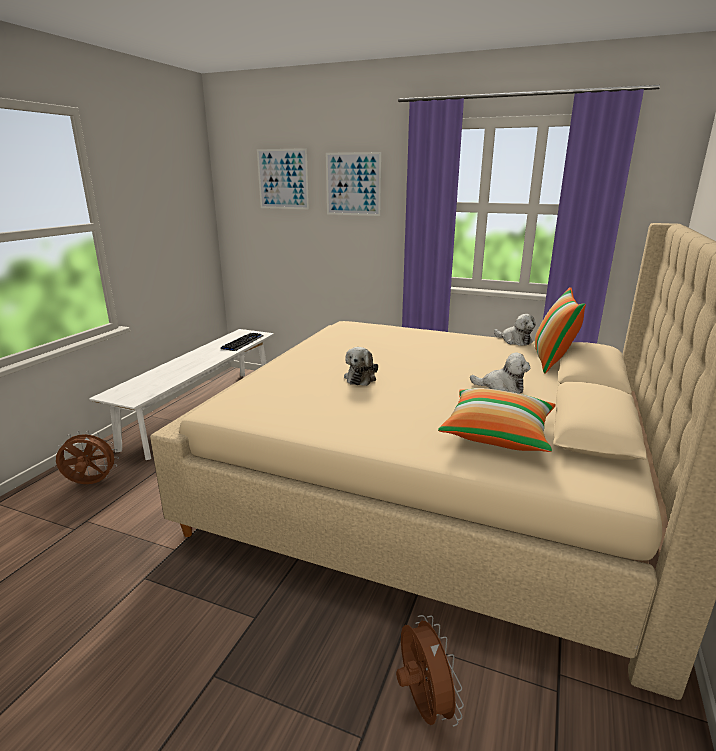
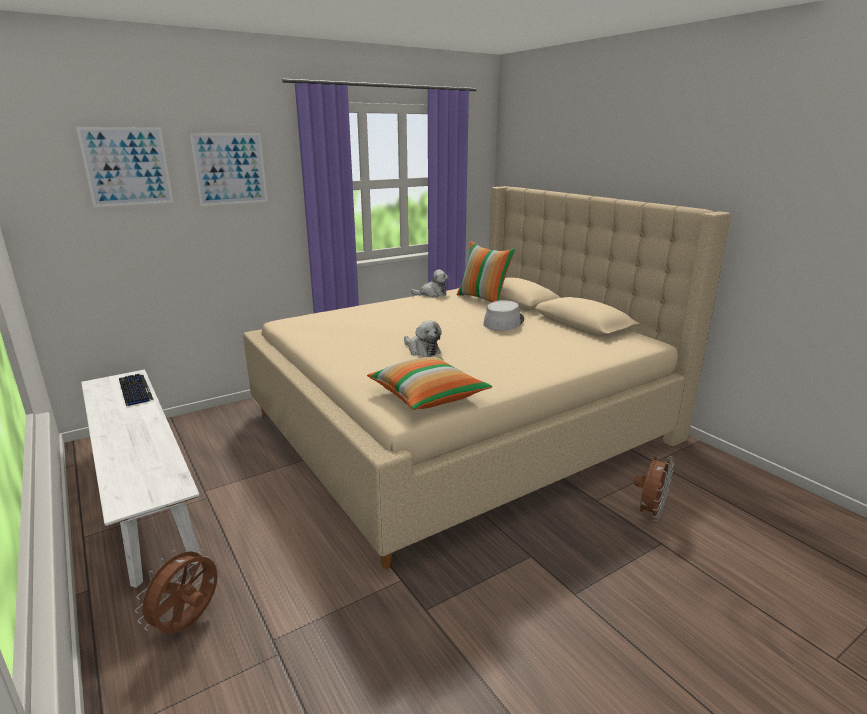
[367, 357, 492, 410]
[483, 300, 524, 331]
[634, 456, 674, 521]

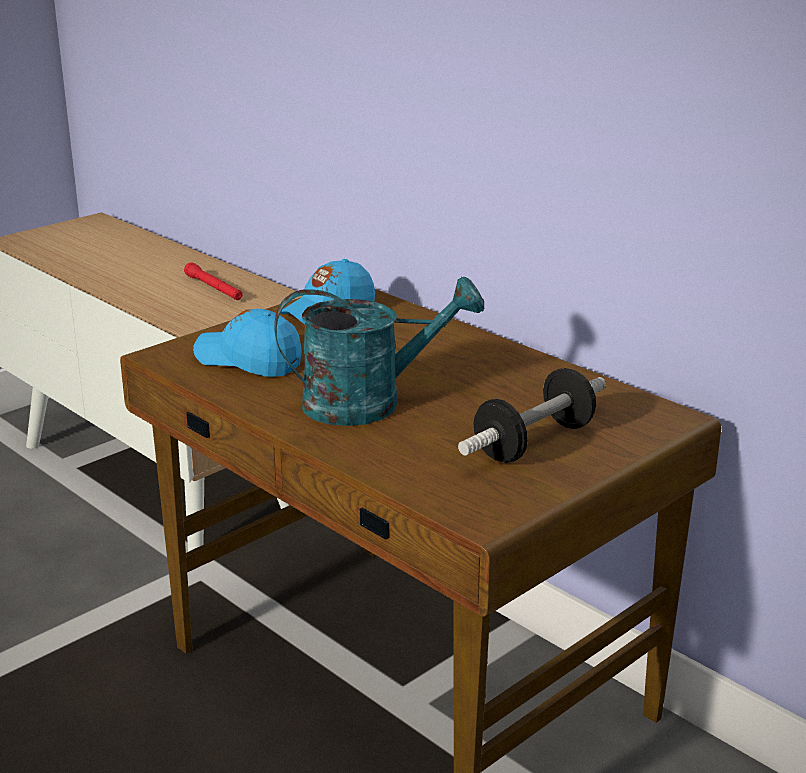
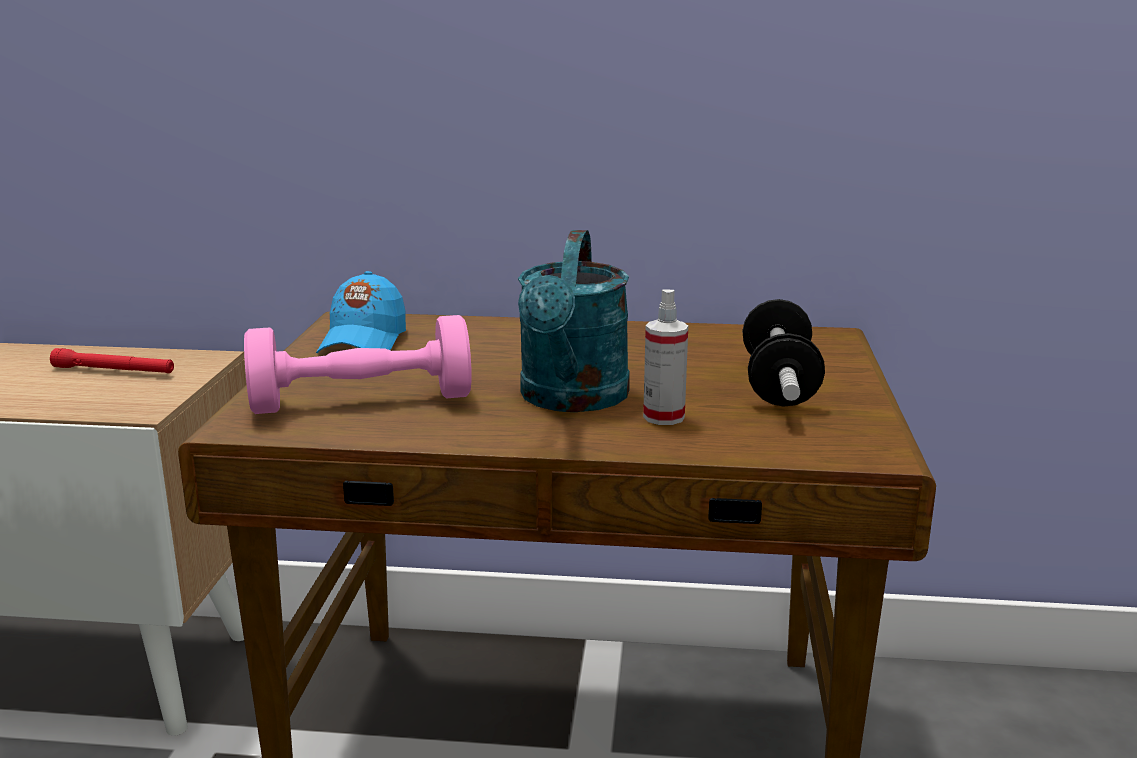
[244, 315, 471, 414]
[518, 230, 629, 412]
[643, 289, 688, 425]

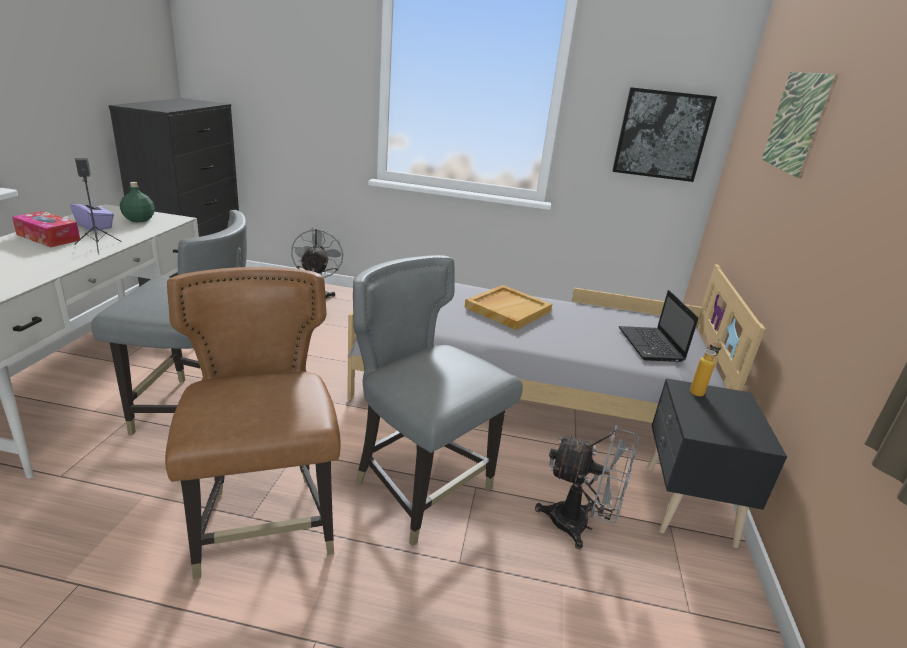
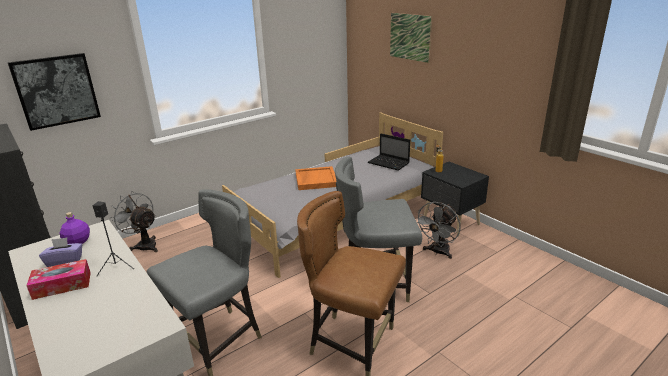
[7, 53, 101, 131]
[60, 212, 90, 244]
[295, 166, 337, 190]
[416, 202, 461, 259]

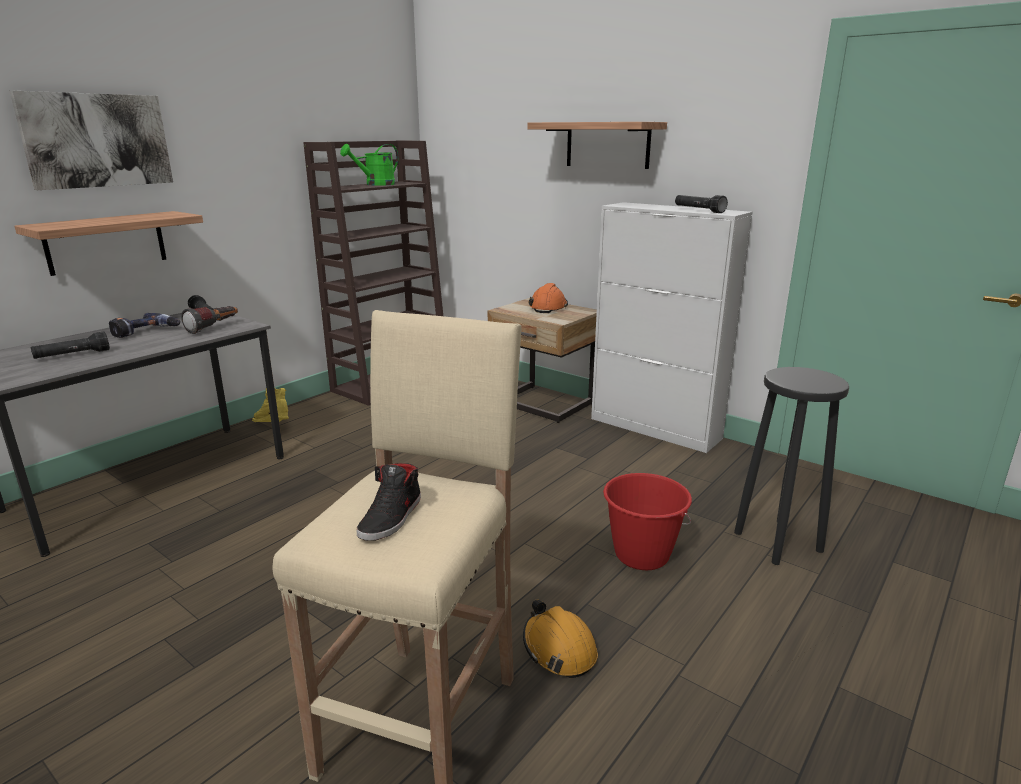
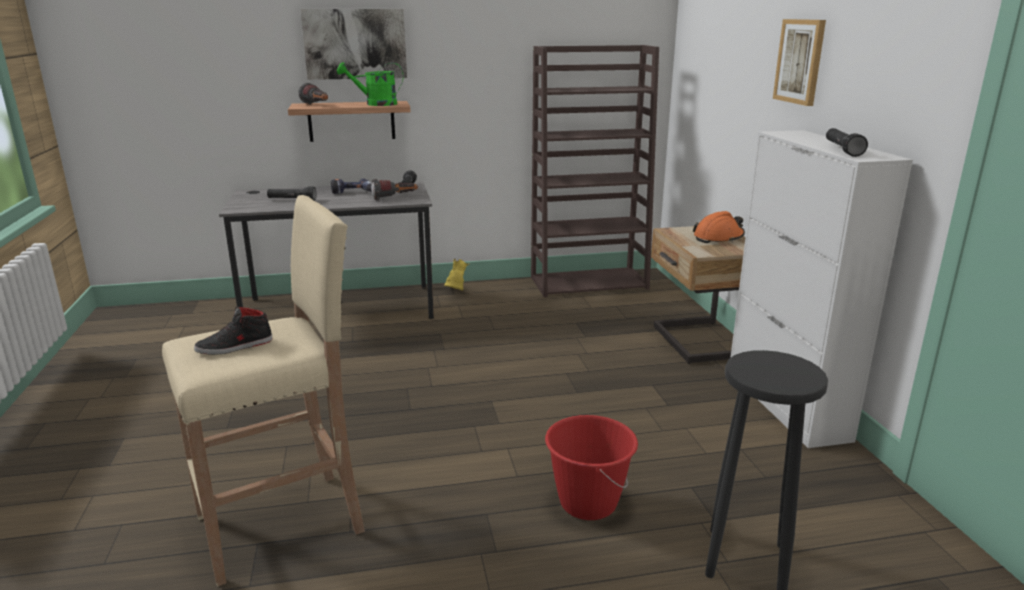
[298, 83, 328, 104]
[337, 62, 403, 106]
[773, 19, 826, 106]
[523, 600, 598, 678] (first image)

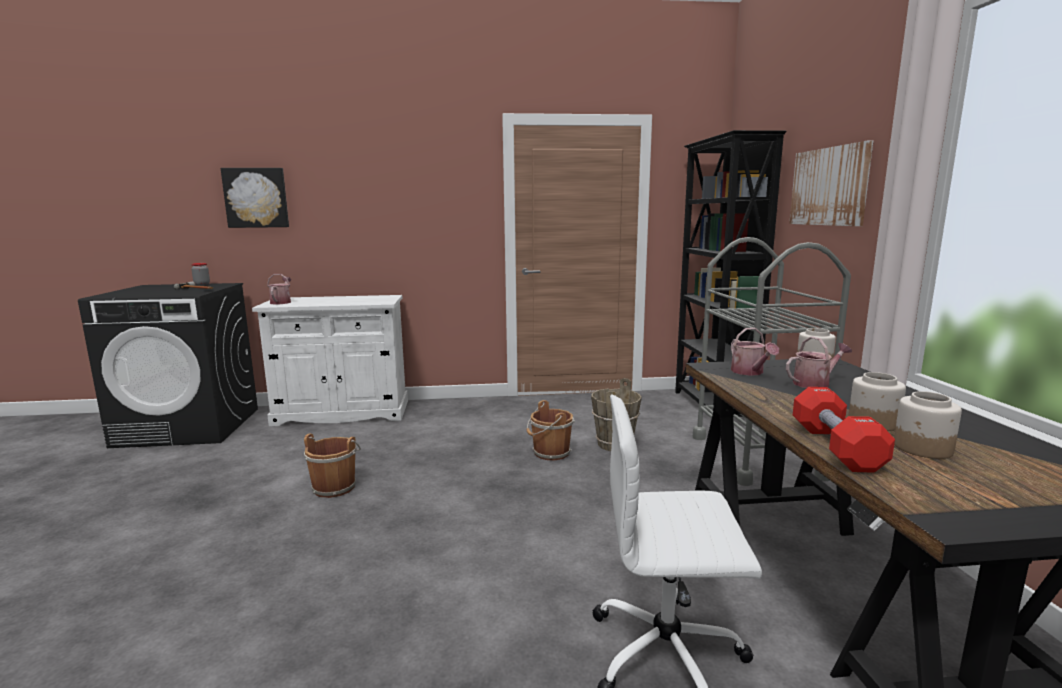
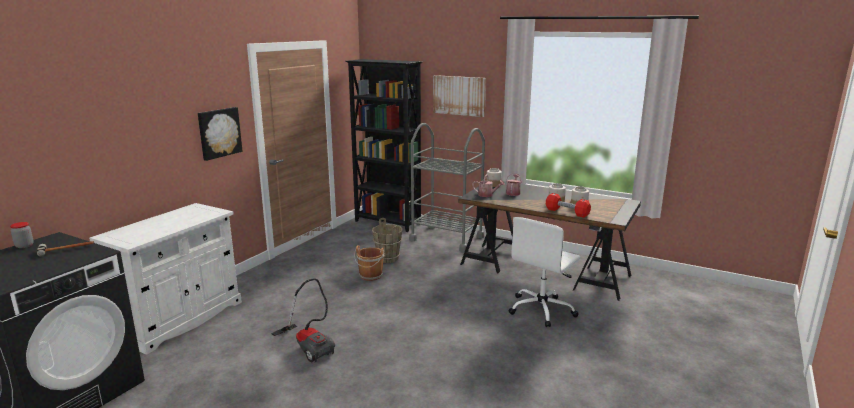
[198, 107, 243, 161]
[272, 278, 335, 362]
[267, 274, 291, 304] (first image)

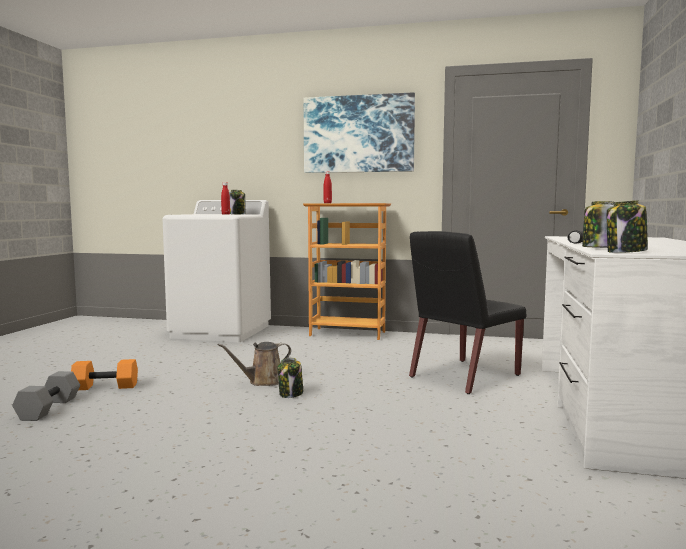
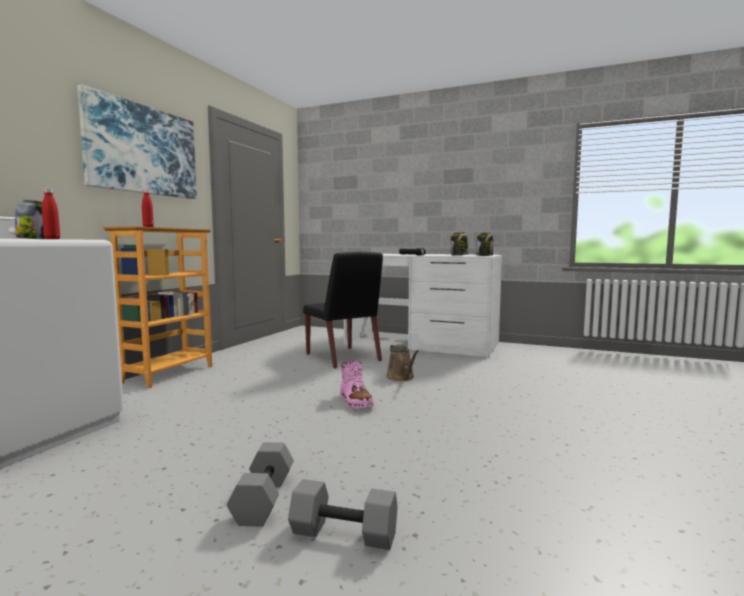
[227, 442, 294, 526]
[340, 360, 375, 409]
[386, 344, 419, 381]

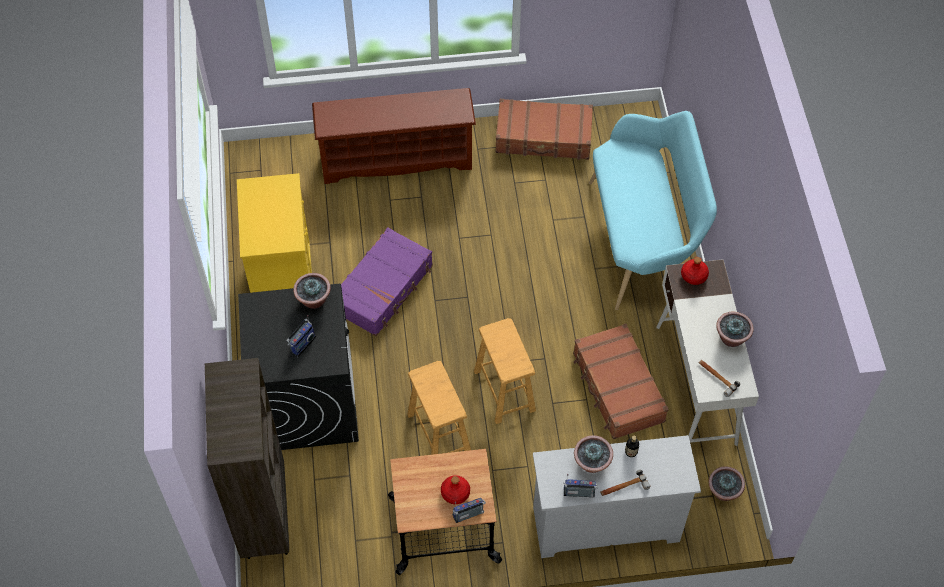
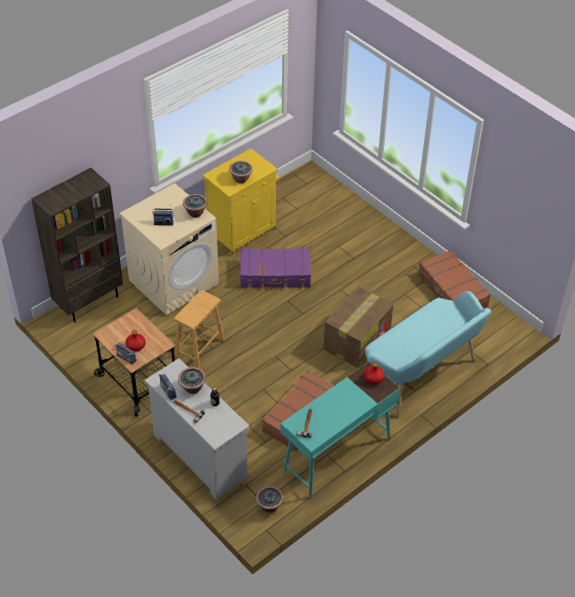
[120, 183, 219, 315]
[229, 161, 253, 183]
[280, 361, 400, 498]
[323, 286, 394, 368]
[312, 88, 476, 184] (first image)
[474, 318, 536, 424] (first image)

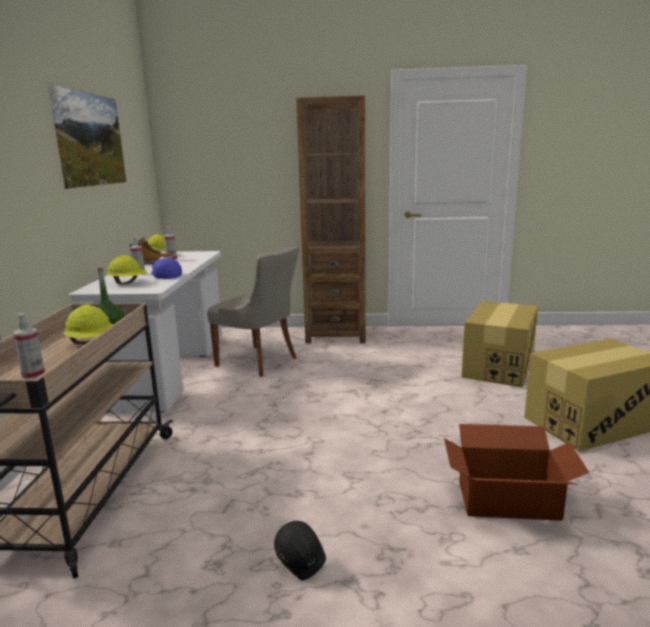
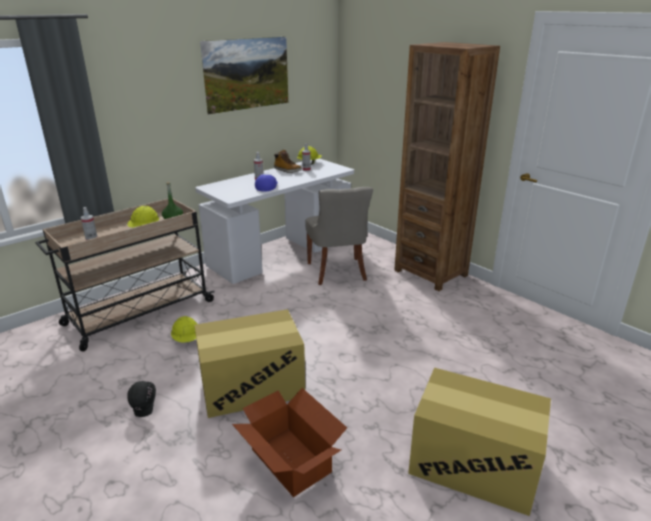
[171, 316, 197, 343]
[194, 309, 305, 418]

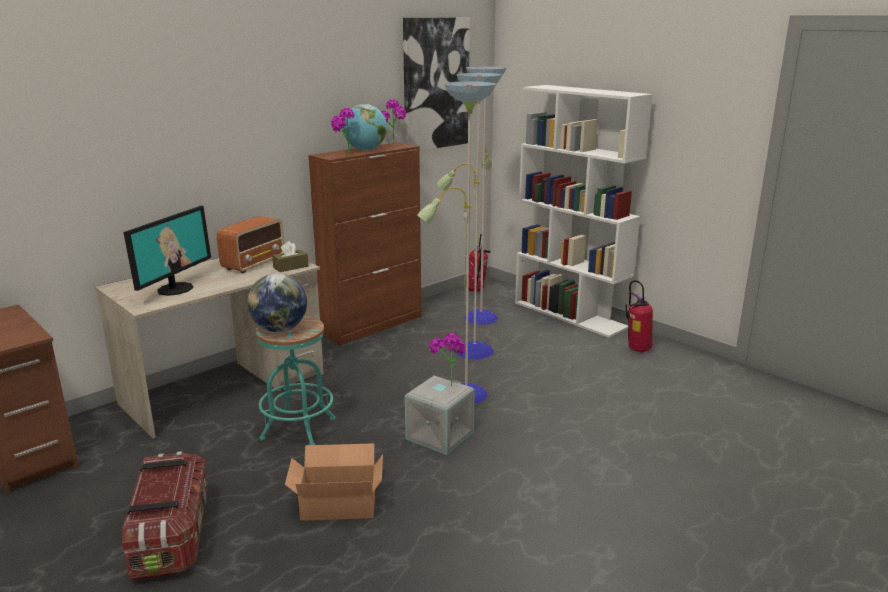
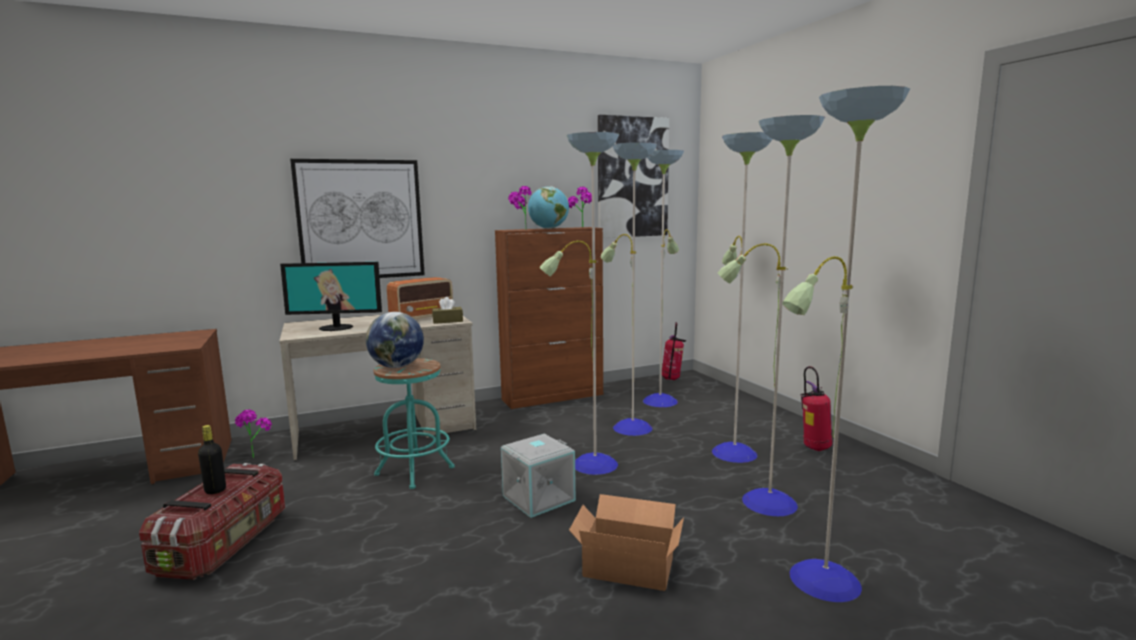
[198, 425, 226, 494]
[235, 409, 272, 458]
[280, 262, 382, 331]
[290, 159, 425, 278]
[569, 494, 684, 591]
[712, 86, 910, 602]
[515, 85, 653, 338] (first image)

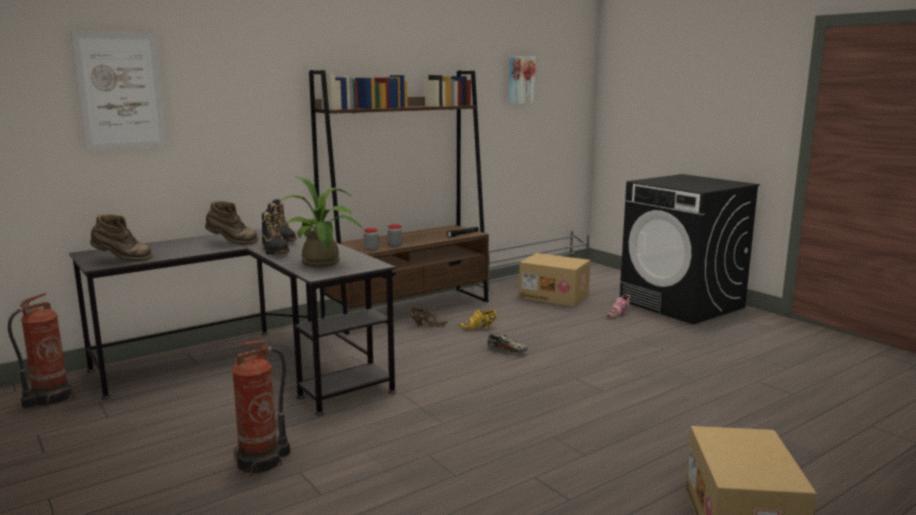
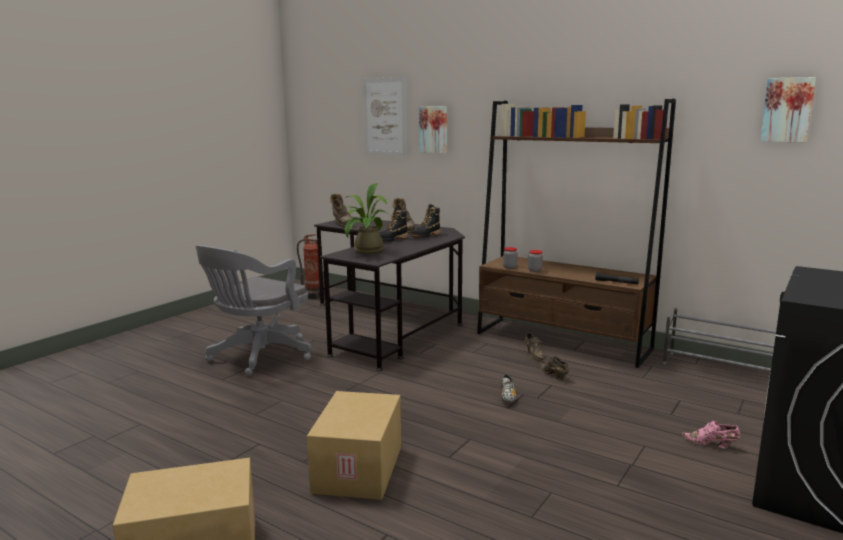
[196, 245, 312, 376]
[307, 391, 401, 500]
[419, 106, 447, 154]
[541, 356, 569, 380]

